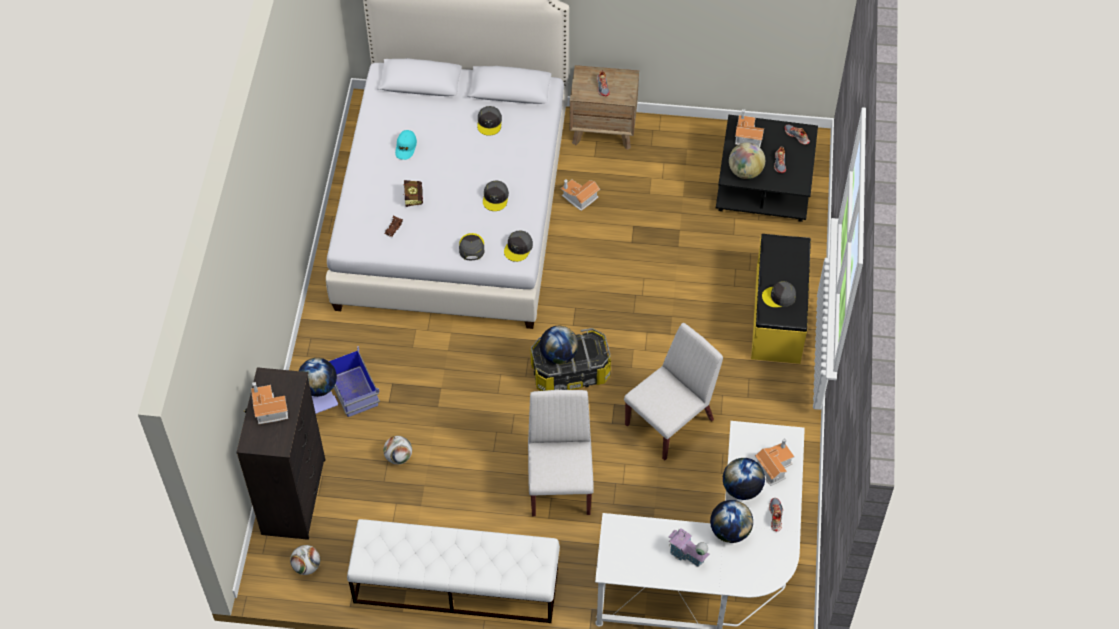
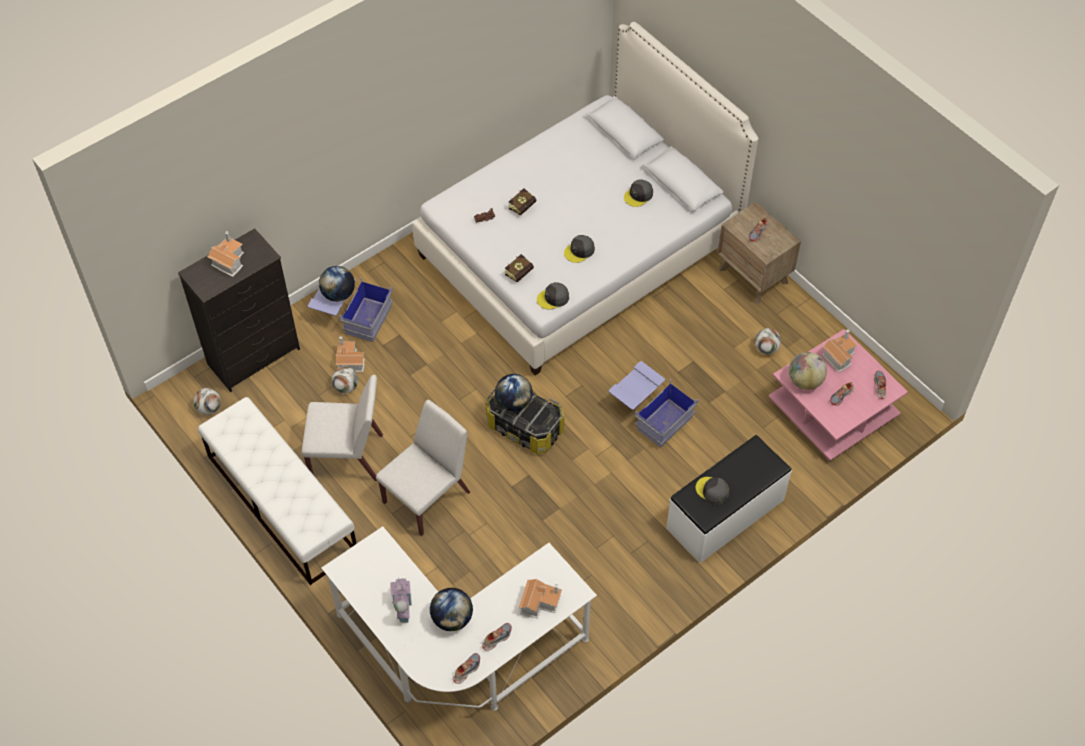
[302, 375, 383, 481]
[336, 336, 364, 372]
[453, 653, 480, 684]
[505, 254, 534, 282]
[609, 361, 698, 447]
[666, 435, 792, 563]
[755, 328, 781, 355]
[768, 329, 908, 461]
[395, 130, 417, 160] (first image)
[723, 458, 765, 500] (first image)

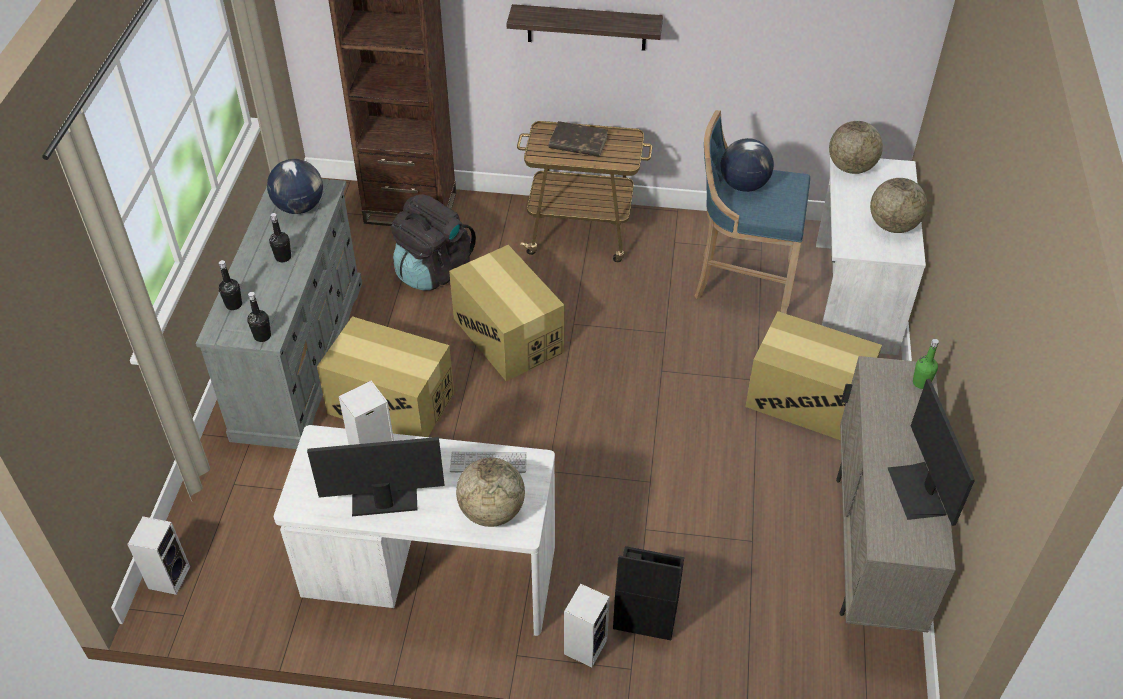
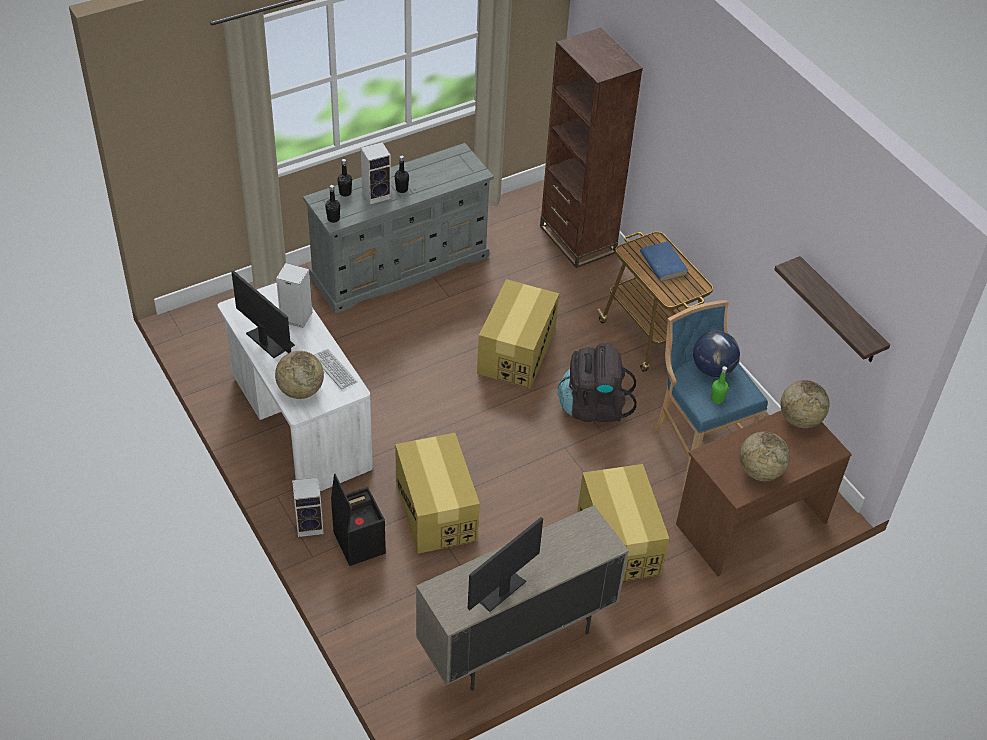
[361, 142, 391, 205]
[395, 433, 480, 554]
[558, 343, 637, 422]
[640, 241, 688, 282]
[676, 411, 852, 576]
[711, 366, 728, 404]
[774, 256, 890, 362]
[267, 159, 323, 214] (first image)

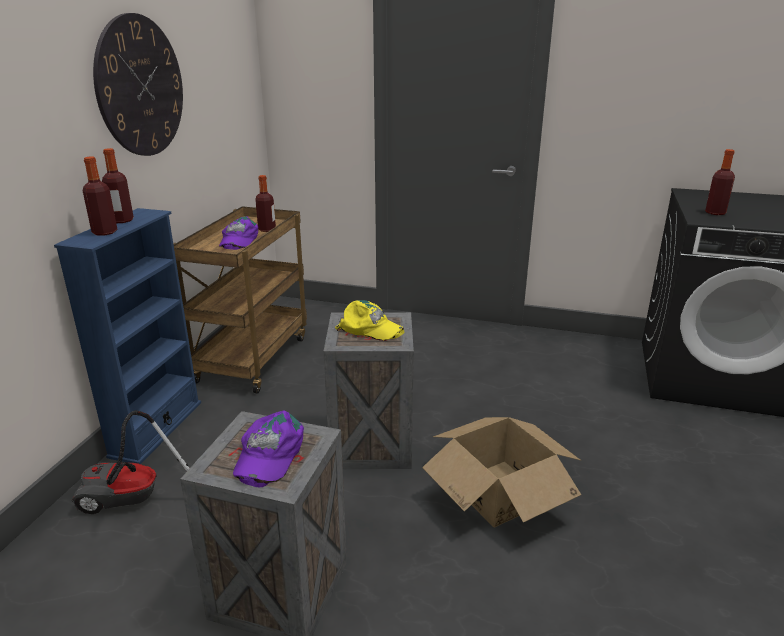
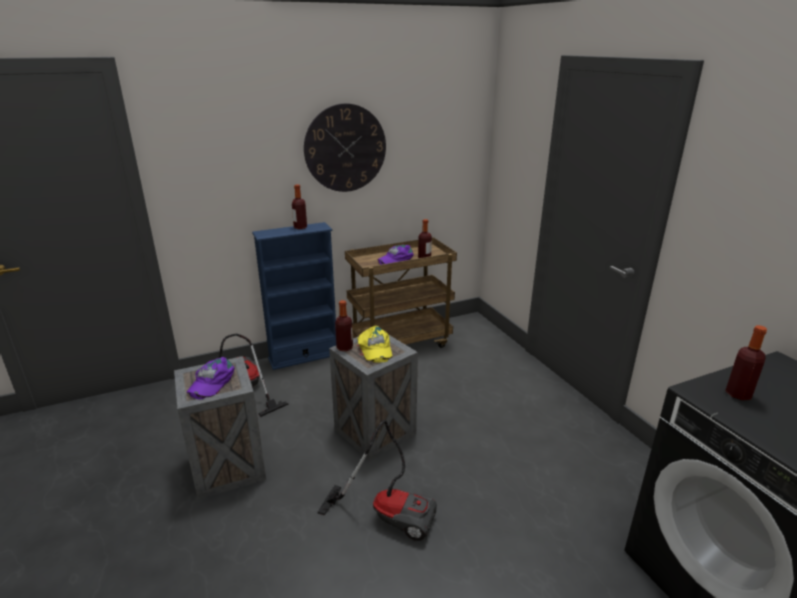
[187, 357, 235, 400]
[317, 420, 437, 541]
[335, 300, 353, 351]

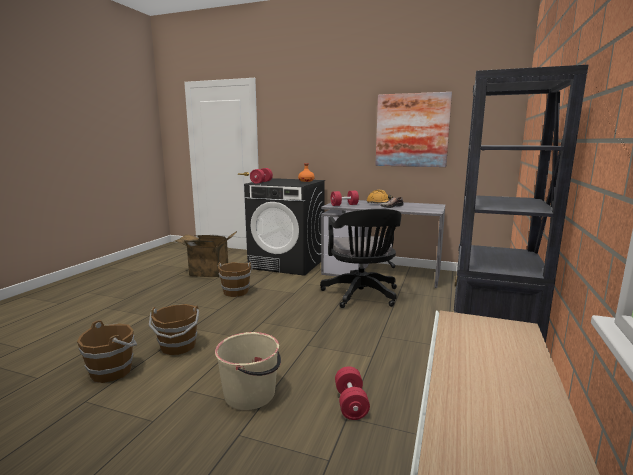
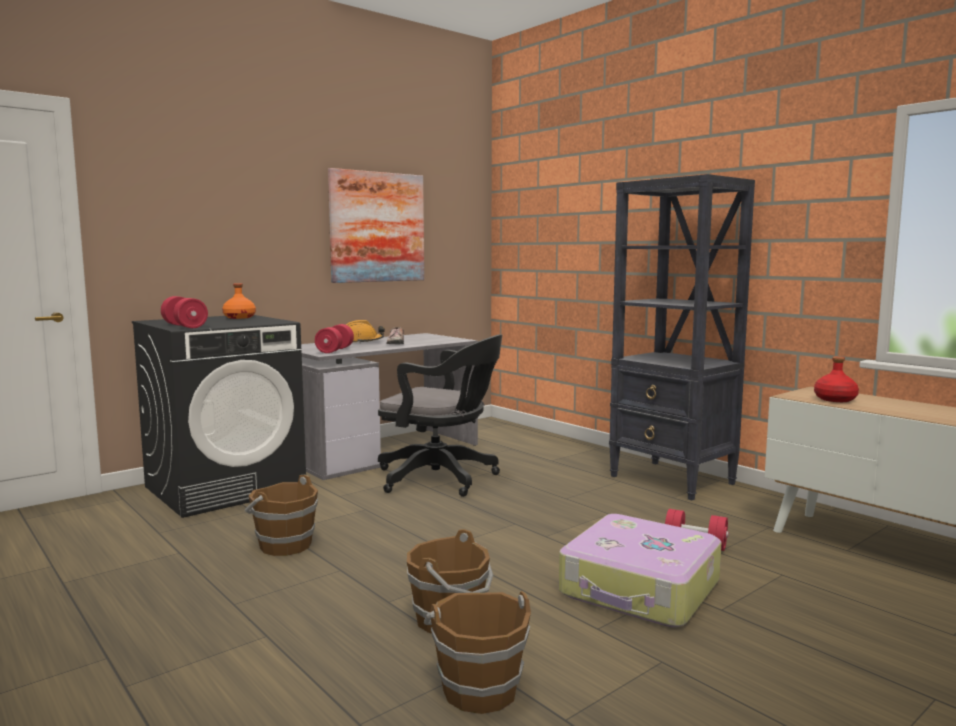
[559, 514, 721, 627]
[814, 356, 859, 402]
[174, 231, 237, 277] (first image)

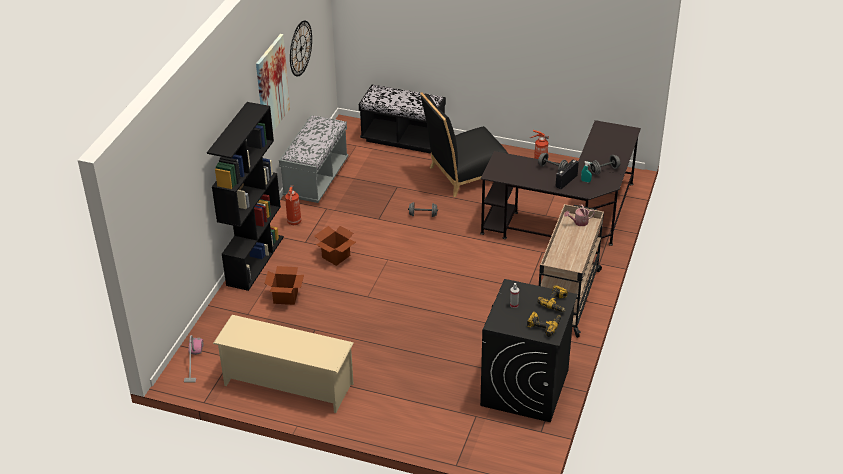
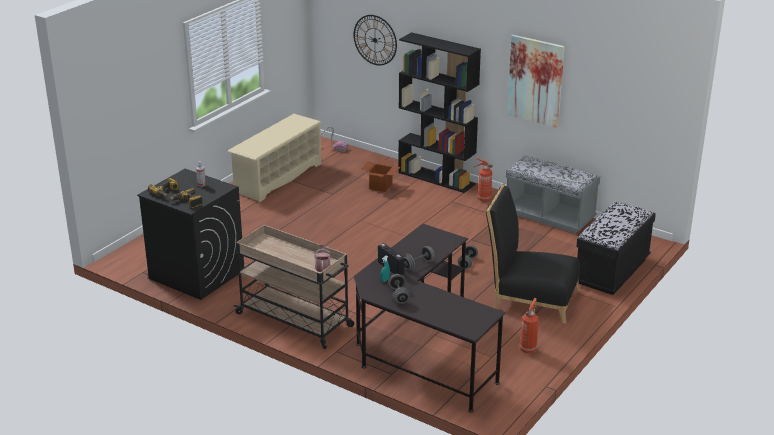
[354, 15, 397, 65]
[486, 184, 580, 324]
[314, 226, 356, 266] (first image)

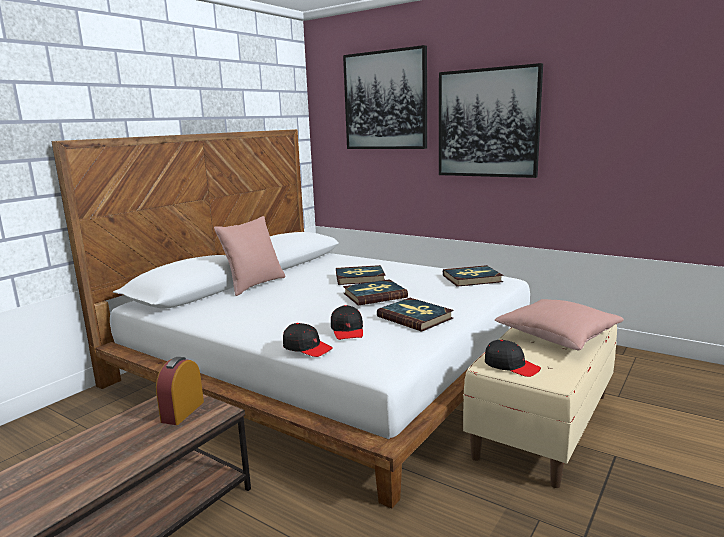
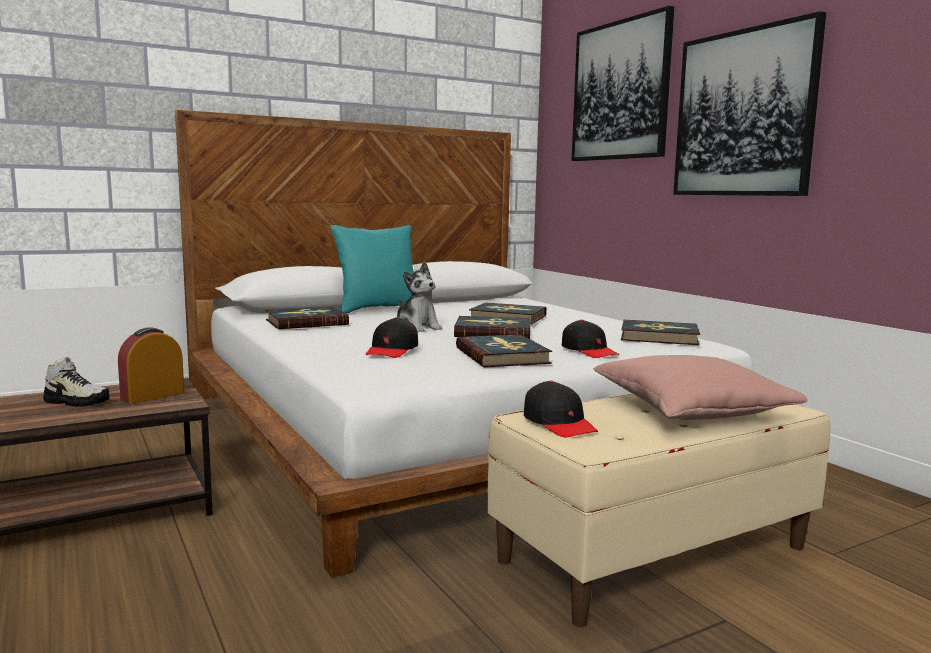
[43, 357, 109, 407]
[266, 306, 349, 329]
[330, 225, 414, 314]
[397, 262, 442, 332]
[562, 320, 619, 358]

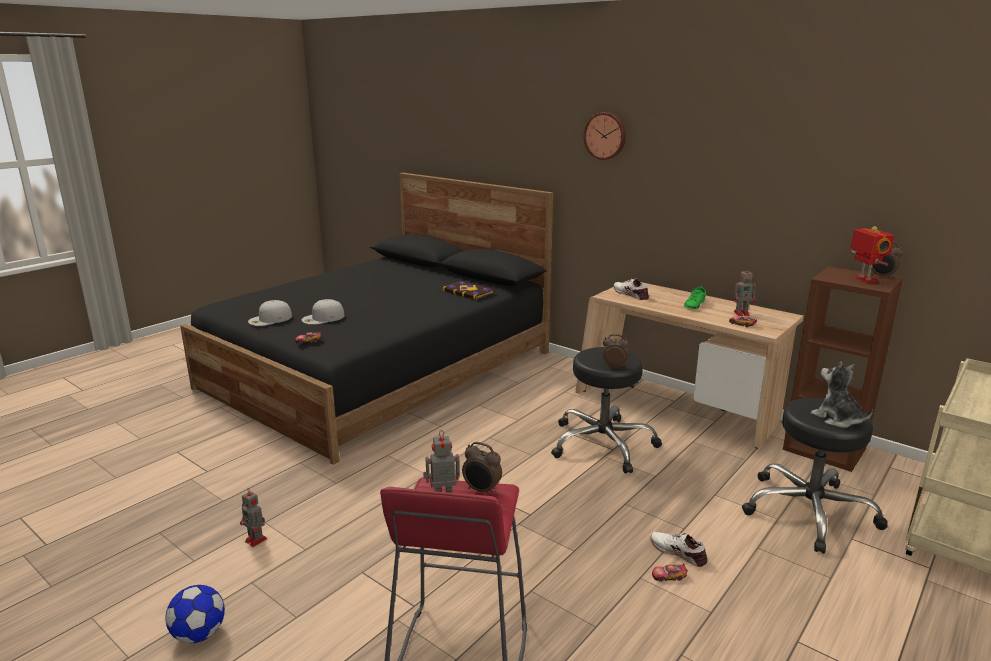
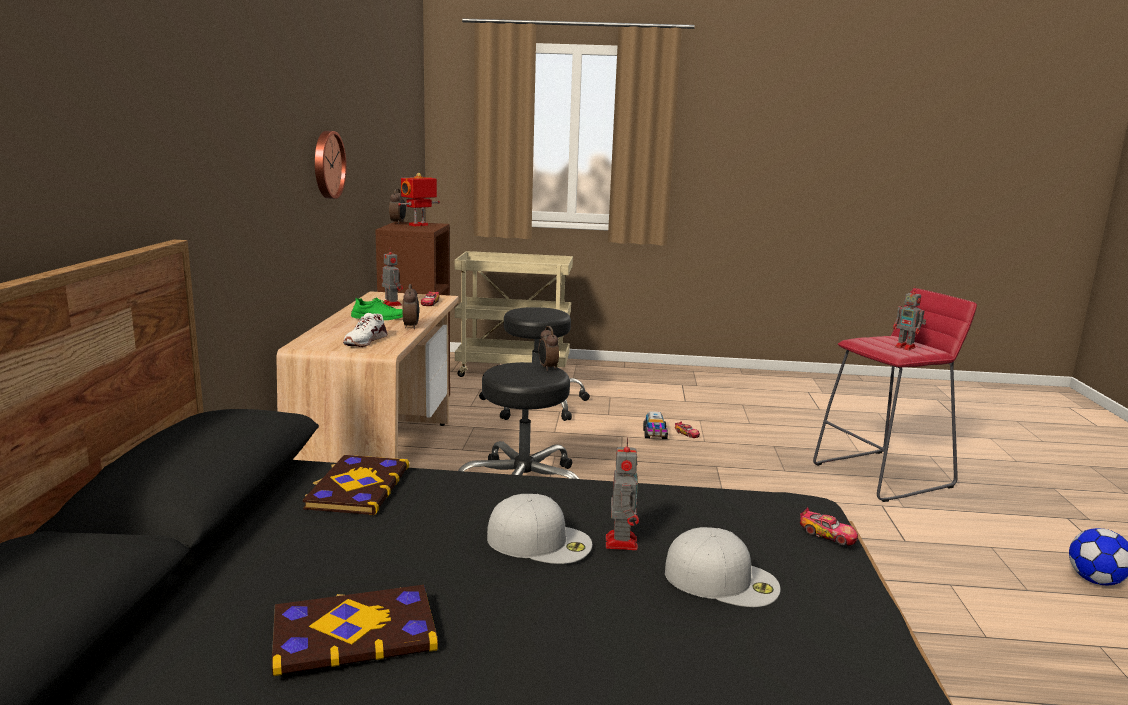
[272, 585, 438, 676]
[315, 131, 347, 199]
[402, 284, 419, 329]
[487, 494, 592, 564]
[606, 437, 639, 550]
[643, 411, 668, 439]
[811, 361, 873, 428] (first image)

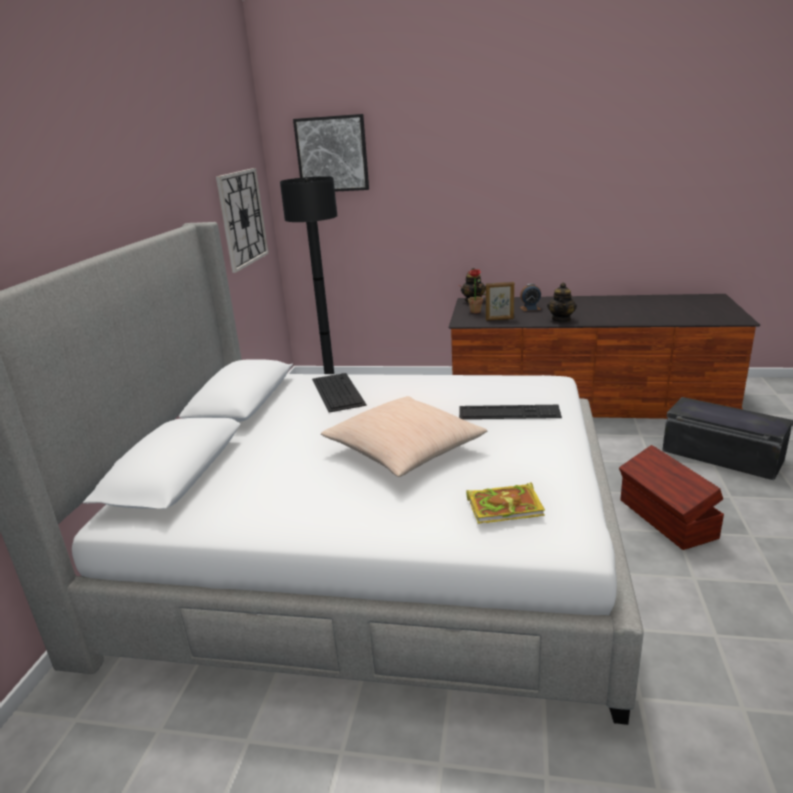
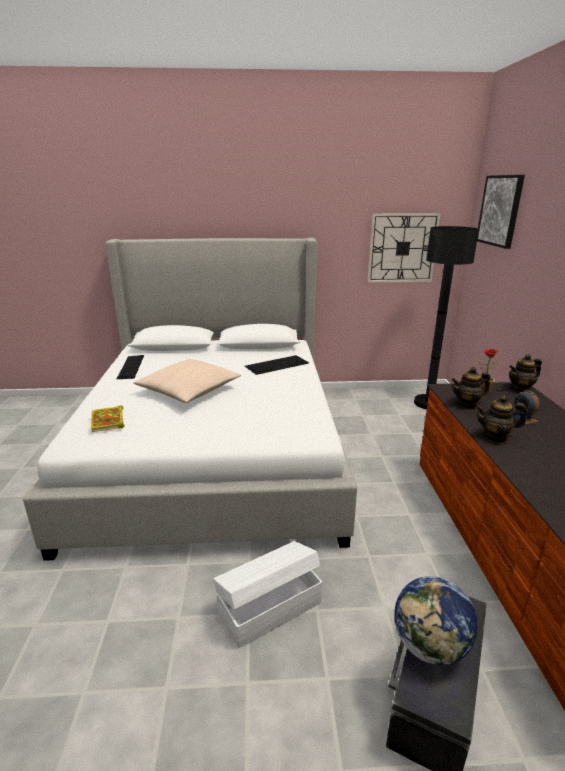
[117, 355, 144, 379]
[214, 541, 322, 648]
[394, 576, 478, 665]
[451, 367, 490, 409]

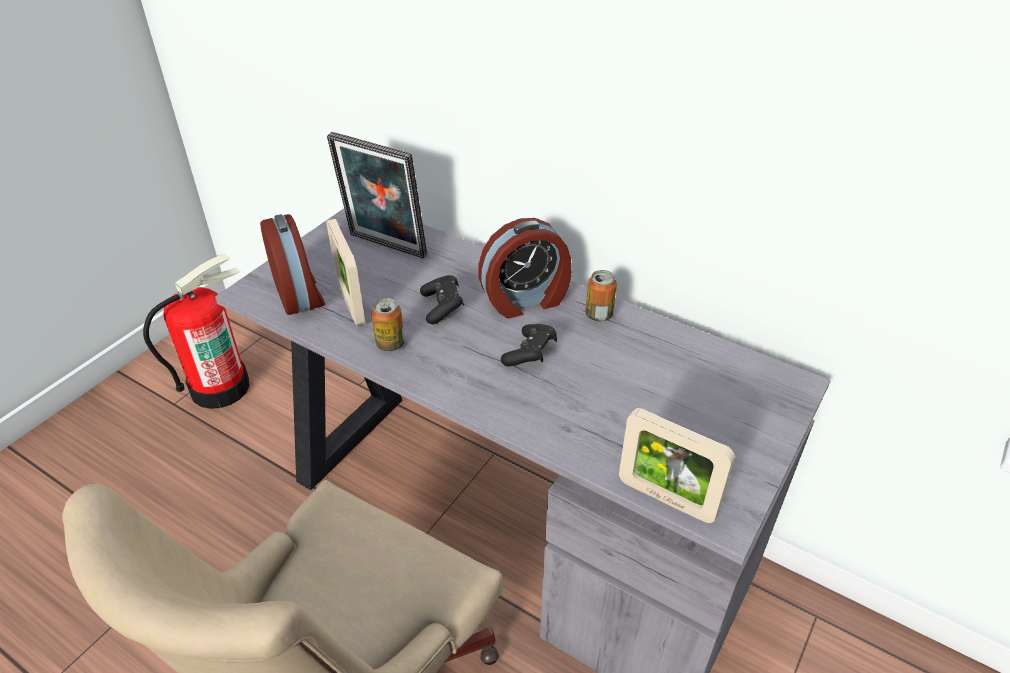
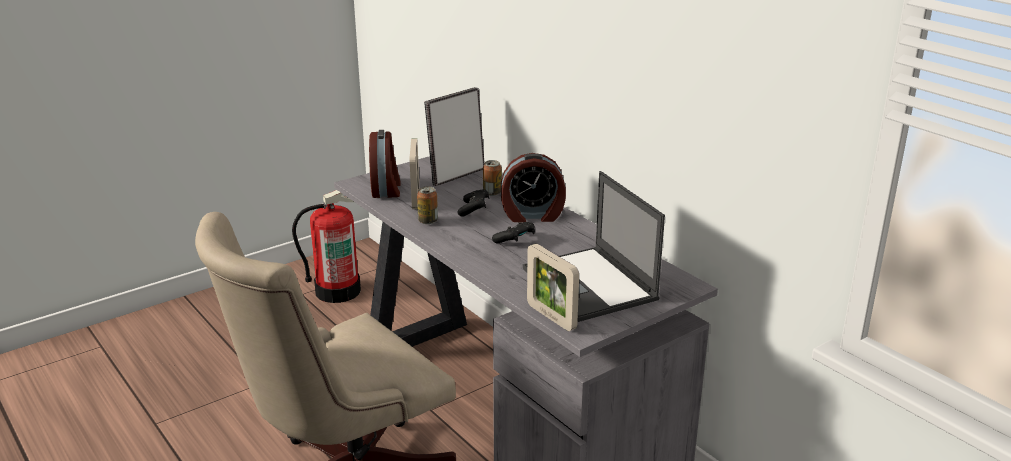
[424, 87, 485, 186]
[483, 160, 502, 196]
[523, 171, 665, 322]

